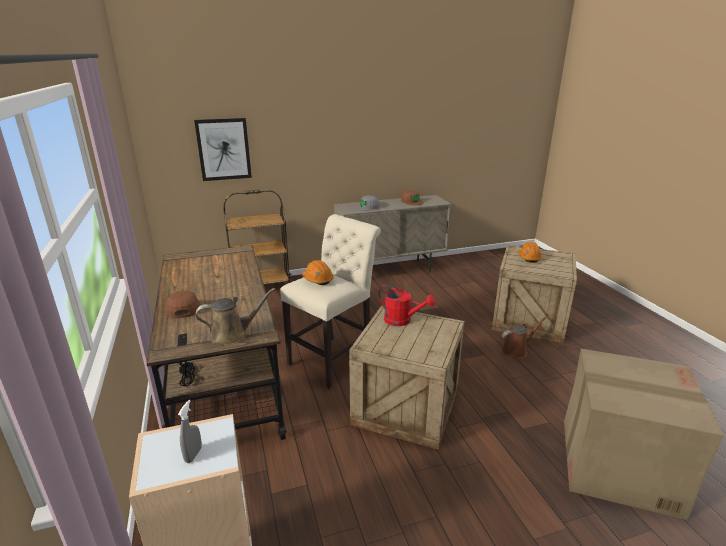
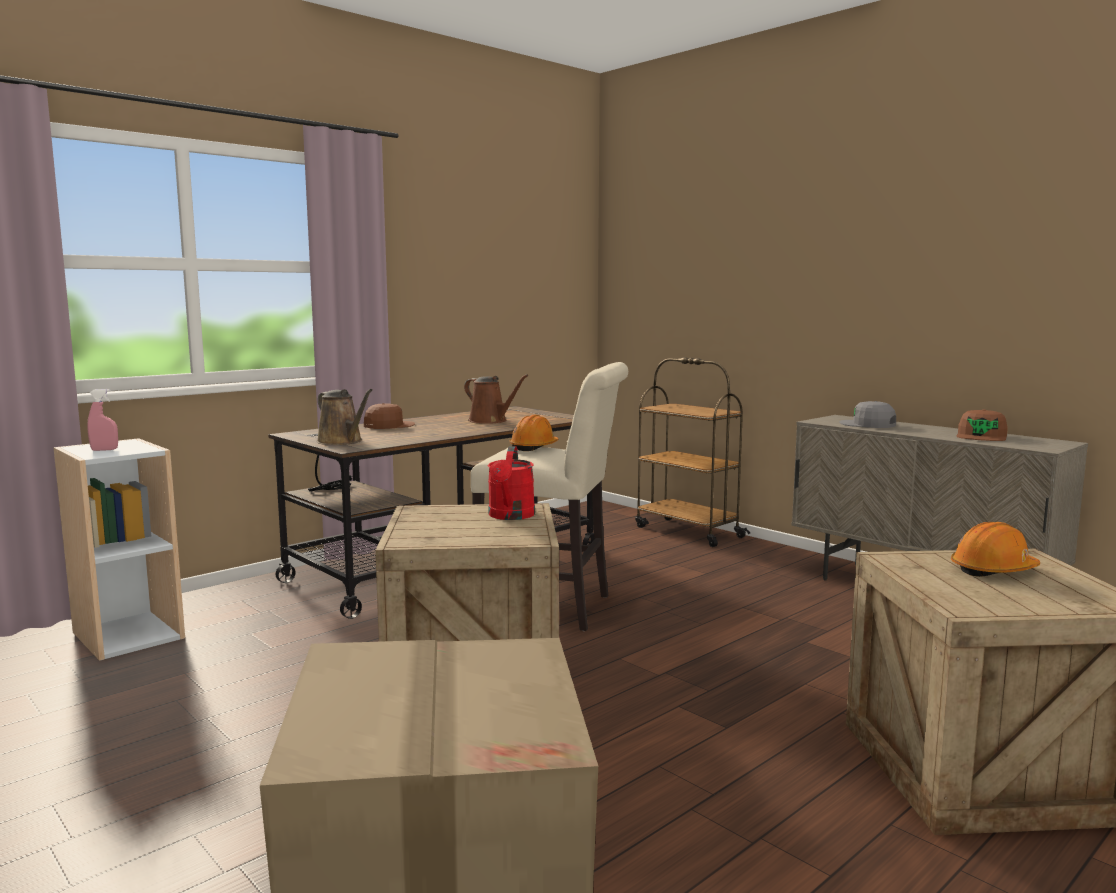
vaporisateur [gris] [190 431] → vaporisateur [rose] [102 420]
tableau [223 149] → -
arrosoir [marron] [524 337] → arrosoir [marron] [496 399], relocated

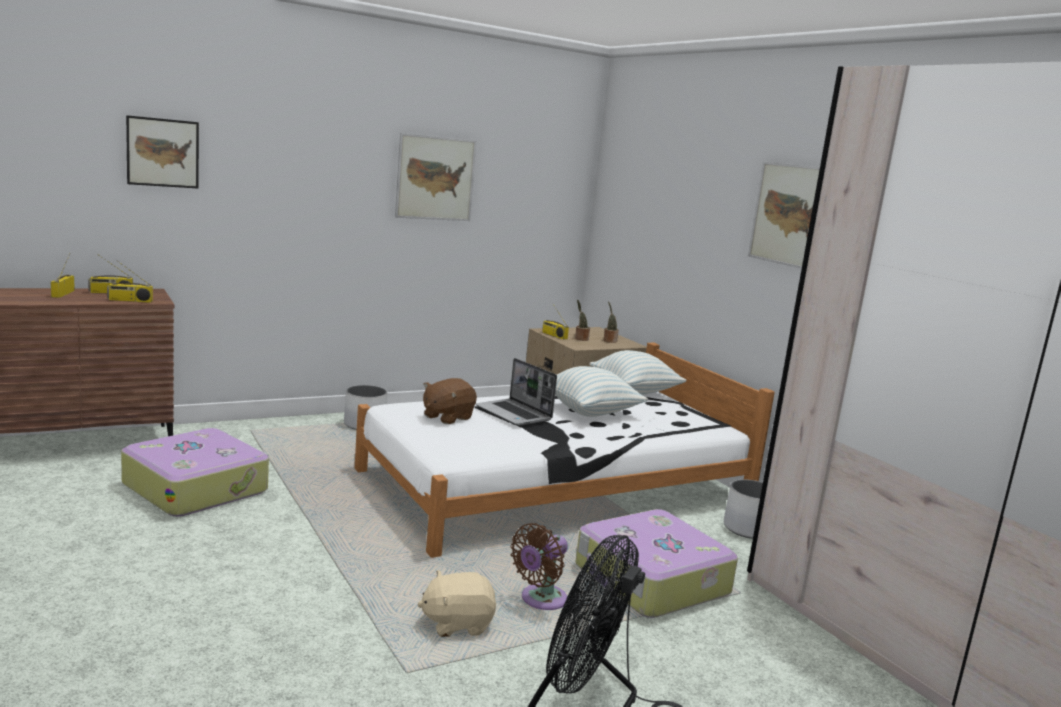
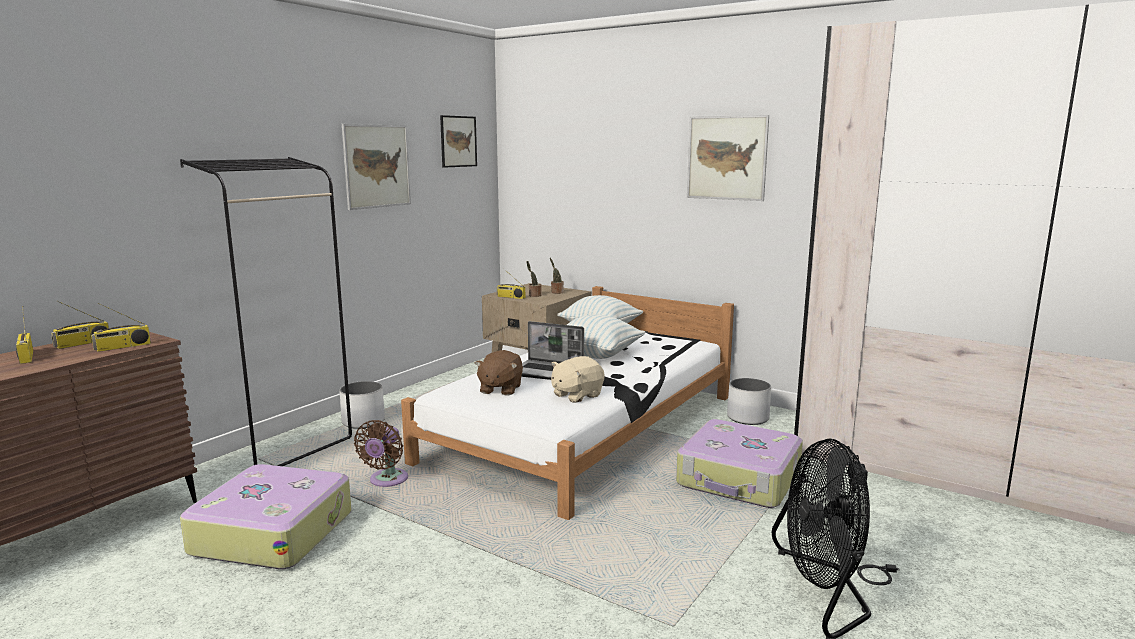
tableau [162 151] → tableau [458 141], relocated
peluche [beige] [457 603] → peluche [beige] [578 379], relocated
ventilateur [marron] [539 566] → ventilateur [marron] [381 453], relocated
- → portant [noir] [266 311]

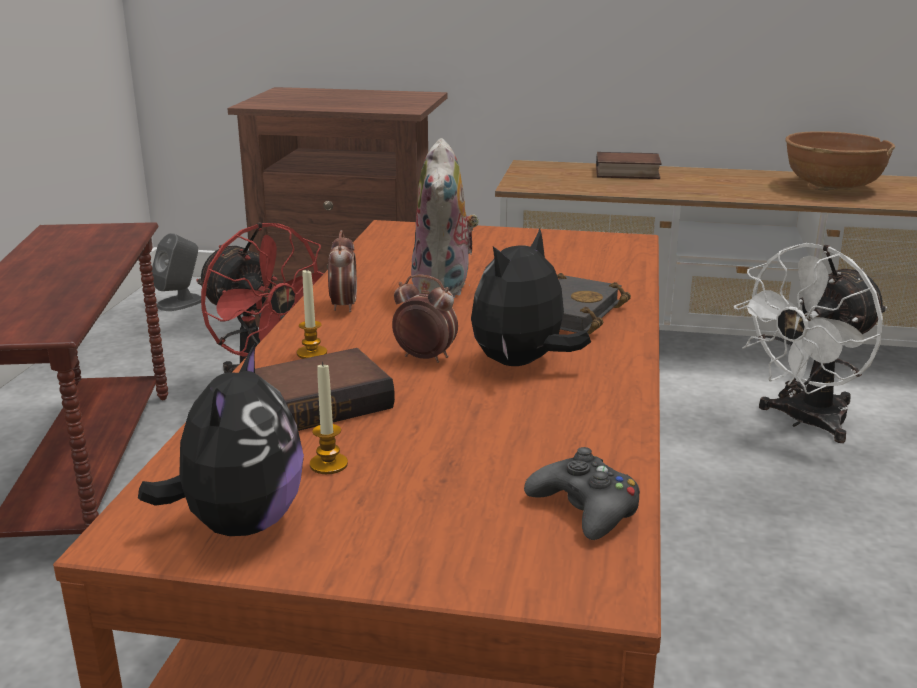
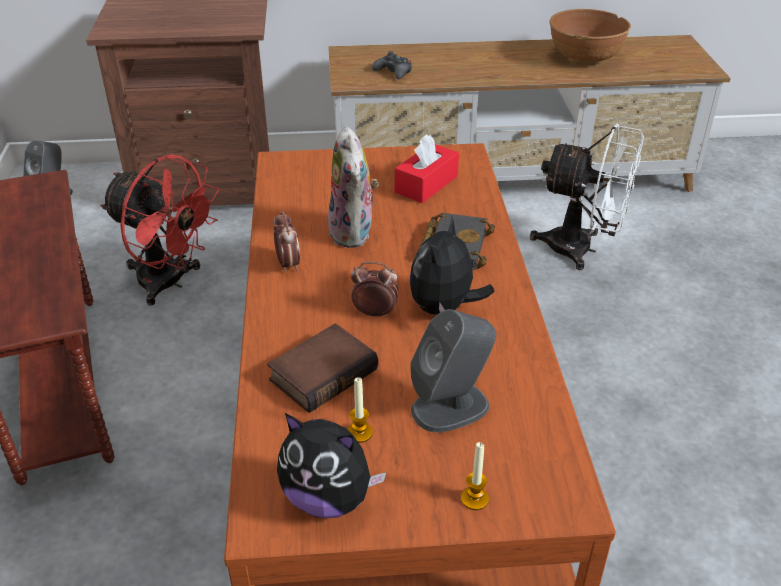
peluche [221 439] → peluche [331 465], 120 degrees clockwise
bougie [312 313] → bougie [475 476], relocated
manette [noir] [582 493] → manette [noir] [392 65], relocated
livre [629 165] → -
ventilateur [blanc] [810 343] → ventilateur [blanc] [587 196], 105 degrees counterclockwise
- → boîte à mouchoirs [rouge] [427 168]
- → enceinte [gris] [453 370]

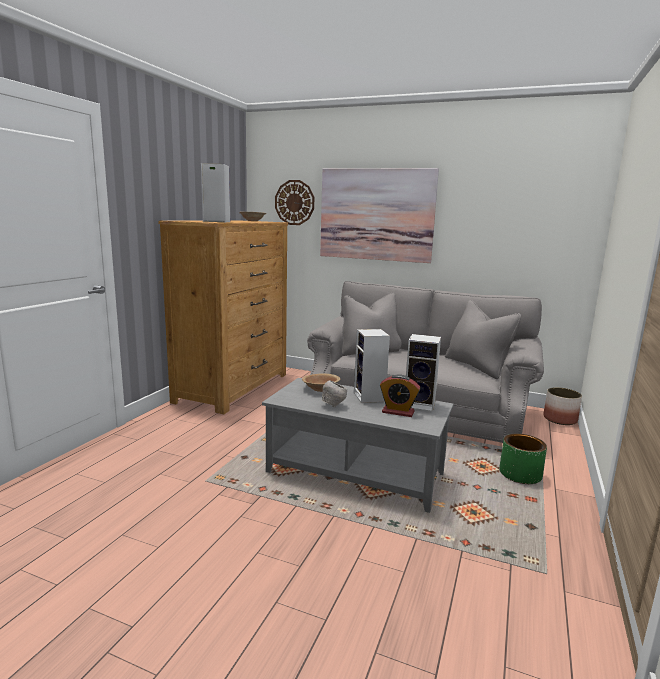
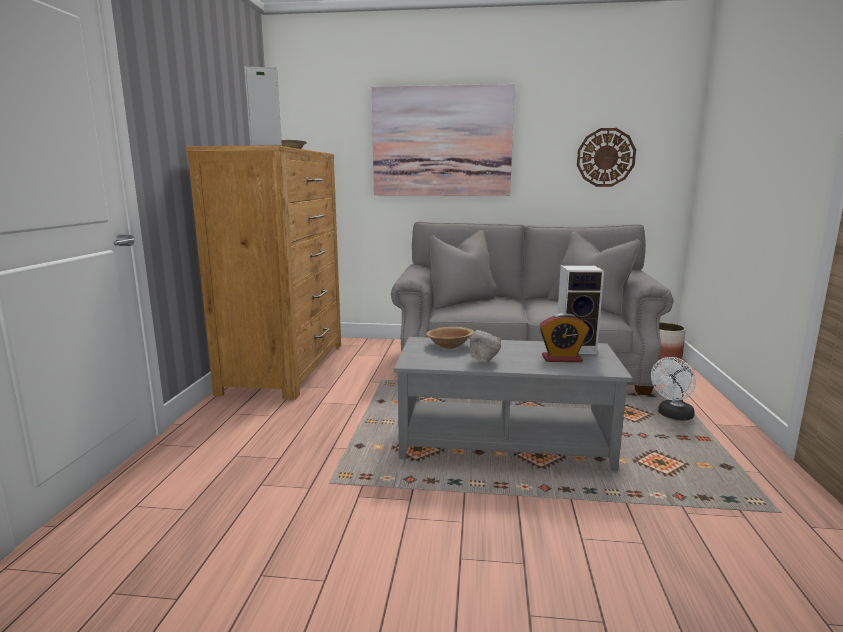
horloge murale [294 202] → horloge murale [606 157], relocated
enceinte [372 366] → -
cache-pot [vert] [523 459] → ventilateur [blanc] [673 388]

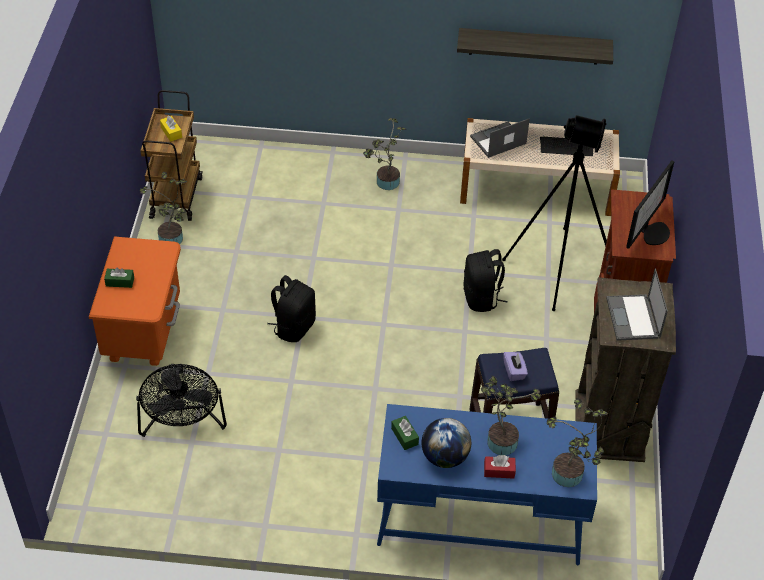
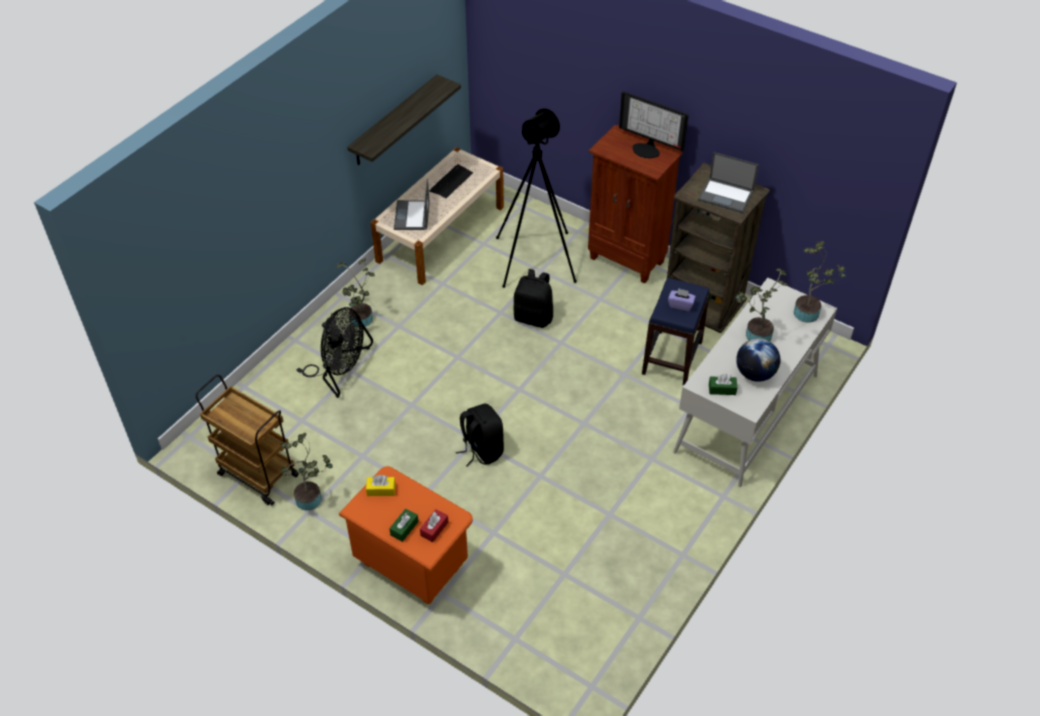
ventilateur [noir] [181 400] → ventilateur [noir] [335 352], relocated
boîte à mouchoirs [jaune] [171 129] → boîte à mouchoirs [jaune] [380 485], relocated
bureau [bleu] [487 484] → bureau [blanc] [755 382]
boîte à mouchoirs [rouge] [500 467] → boîte à mouchoirs [rouge] [434 525], relocated
écran d'ordinateur [650 205] → écran d'ordinateur [654 124], 150 degrees clockwise

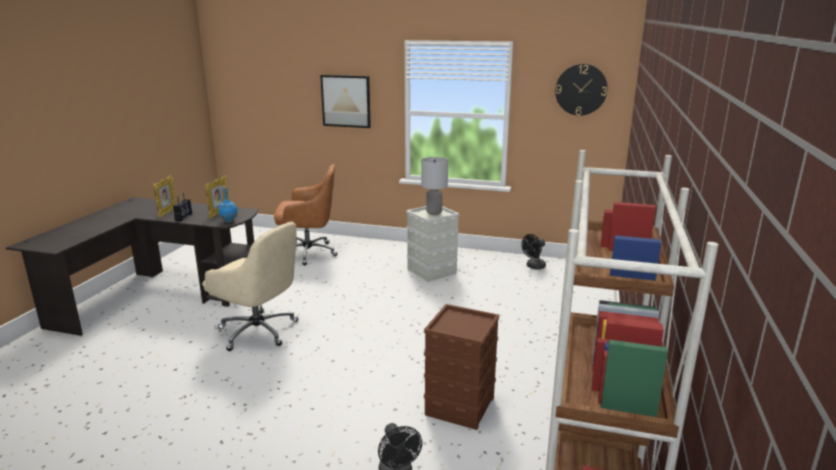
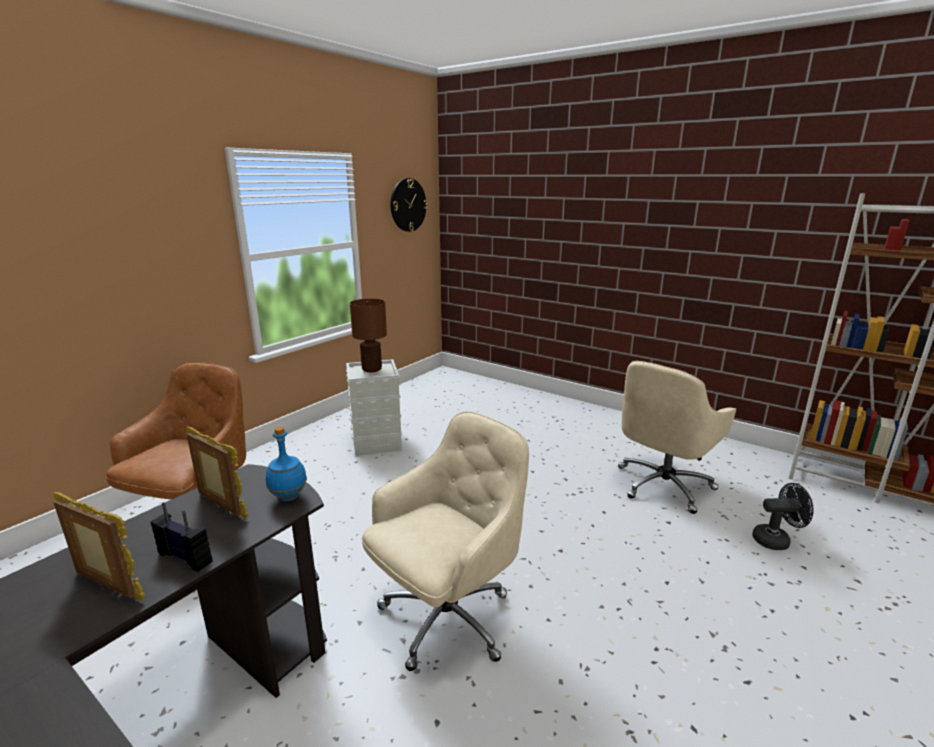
tableau [345 101] → -
lampe de table [gris] [434 186] → lampe de table [marron] [368 336]
boîte de rangement [marron] [462 367] → chaise de bureau [beige] [677 437]
ventilateur [noir] [533 252] → -

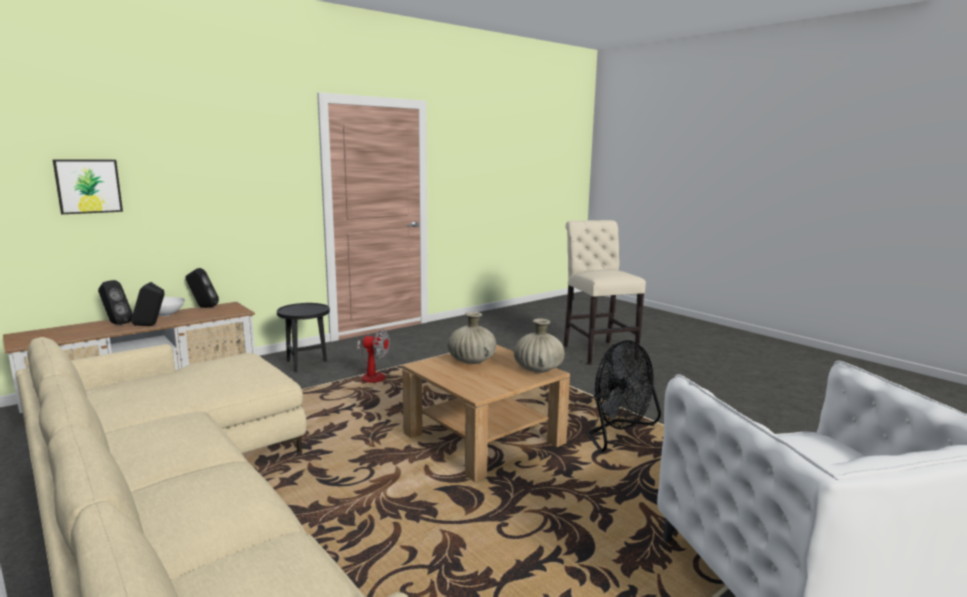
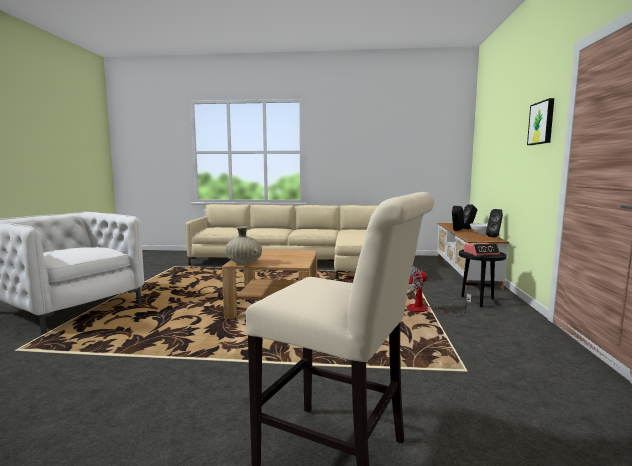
tableau [88 187] → tableau [540 121], relocated
vase [beige] [471 338] → -
ventilateur [noir] [614 397] → -
- → réveil [482 249]

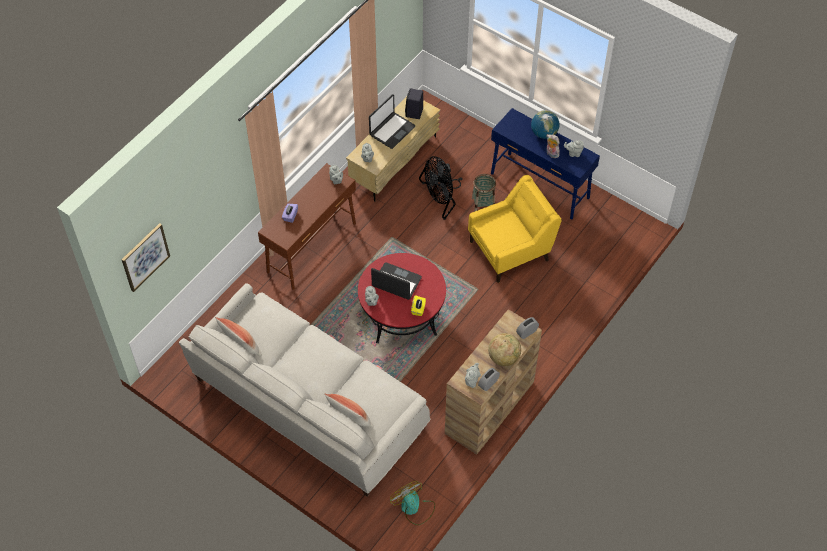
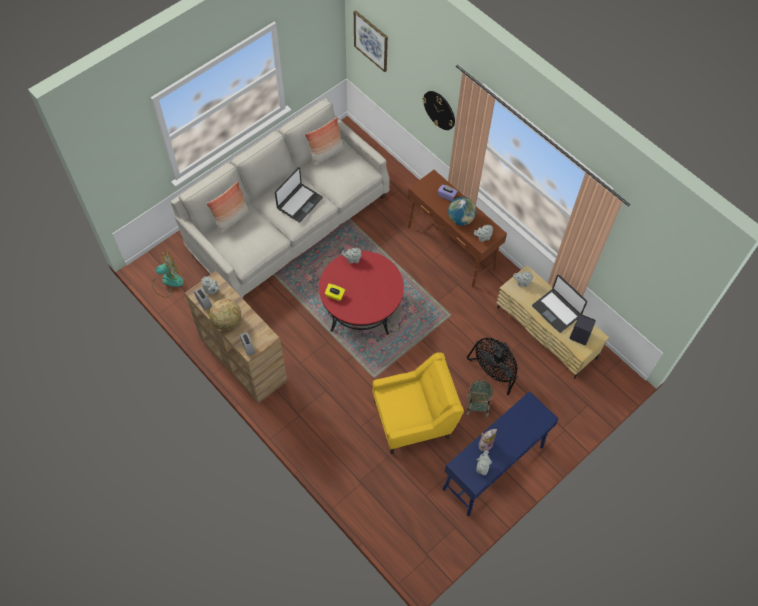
ordinateur portable [396 281] → ordinateur portable [299 195], relocated
ventilateur [noir] [440 188] → ventilateur [noir] [492 366], 120 degrees counterclockwise
fauteuil [jaune] [515 229] → fauteuil [jaune] [418 403], 90 degrees counterclockwise
globe [545 124] → globe [462 211], relocated
- → horloge murale [439 110]

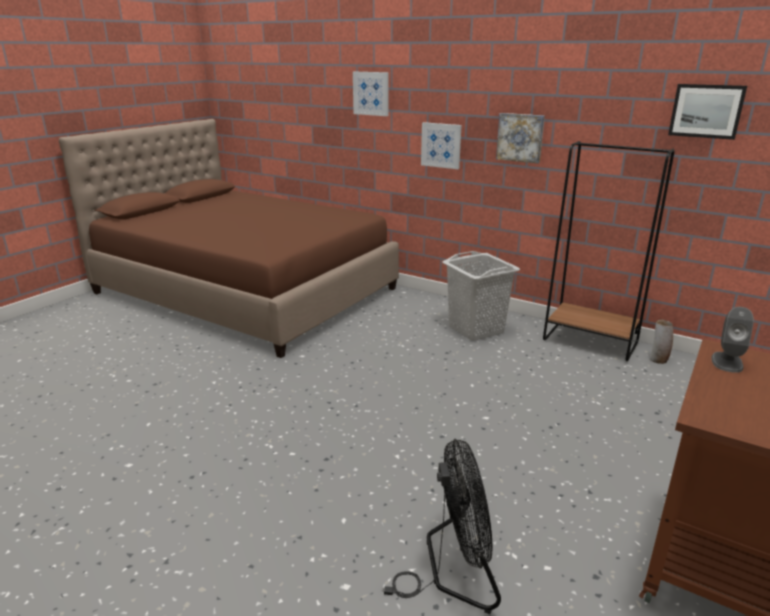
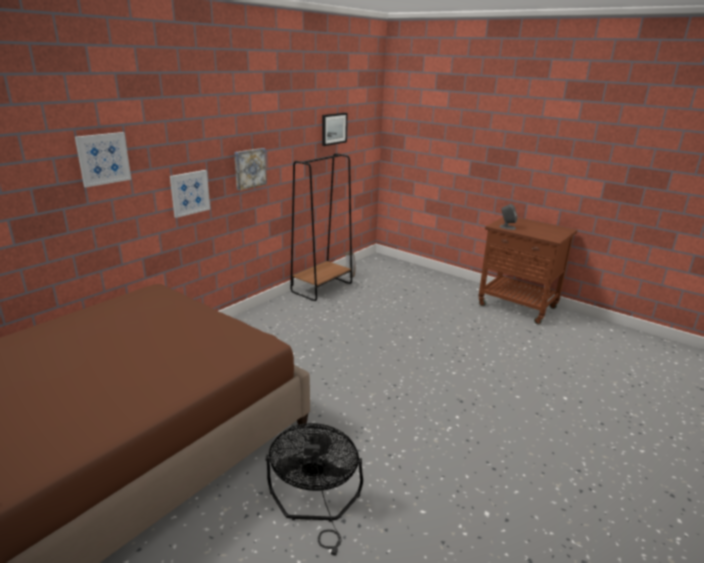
ventilateur [noir] [441 527] → ventilateur [noir] [314 489], relocated
panier à linge [gris] [481 296] → -

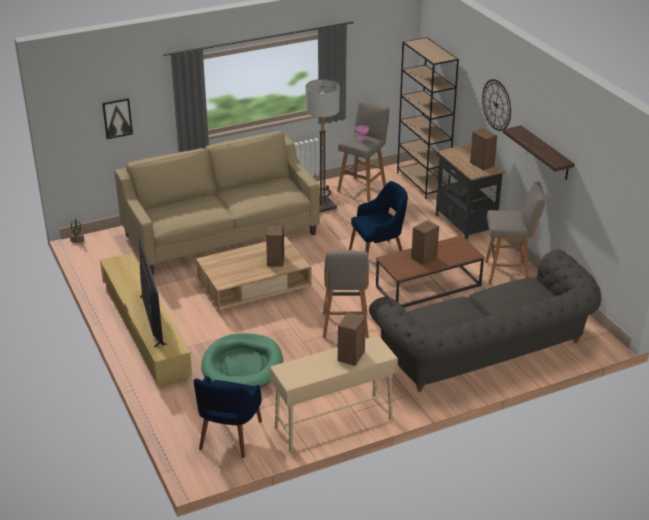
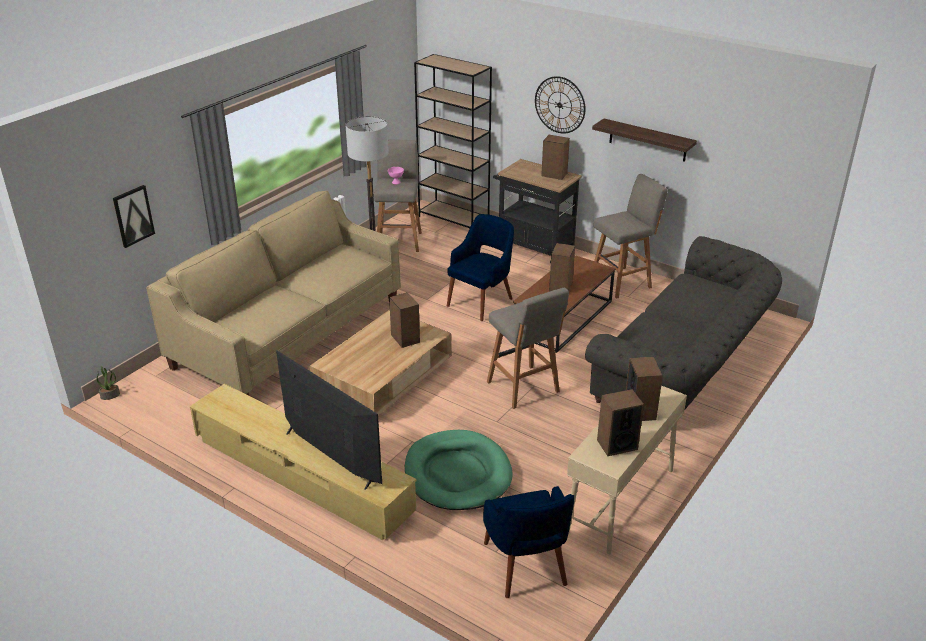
- → enceinte [620 422]

